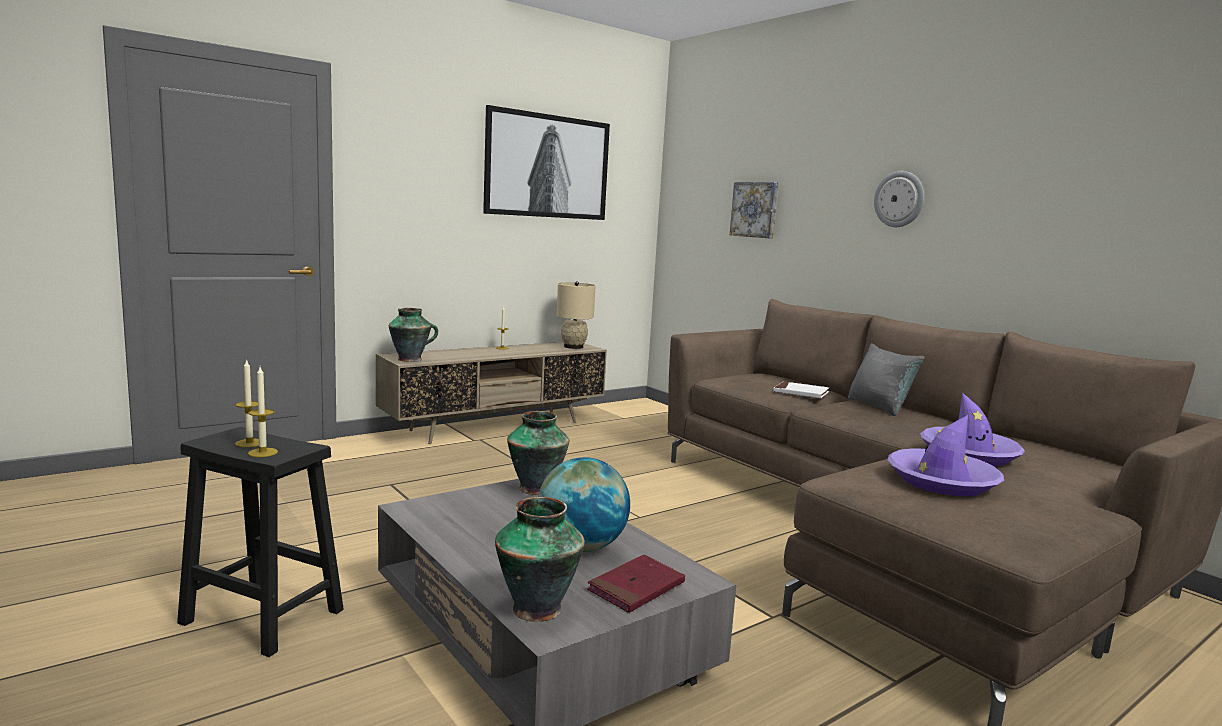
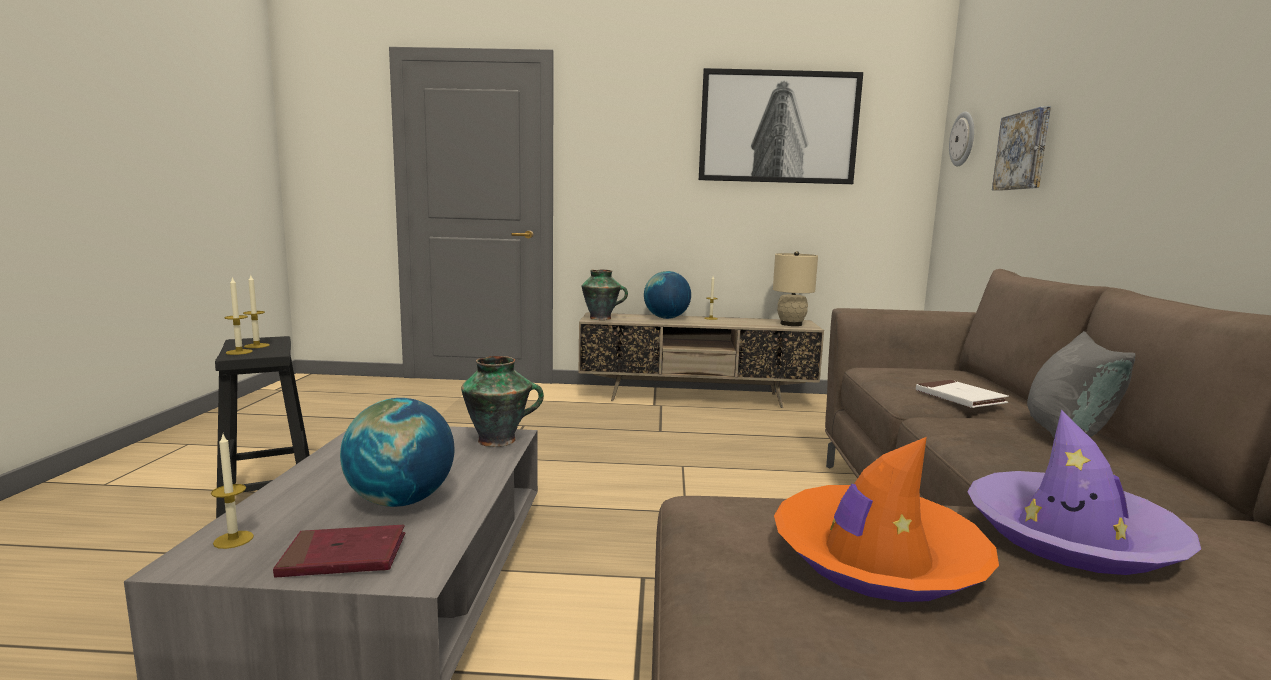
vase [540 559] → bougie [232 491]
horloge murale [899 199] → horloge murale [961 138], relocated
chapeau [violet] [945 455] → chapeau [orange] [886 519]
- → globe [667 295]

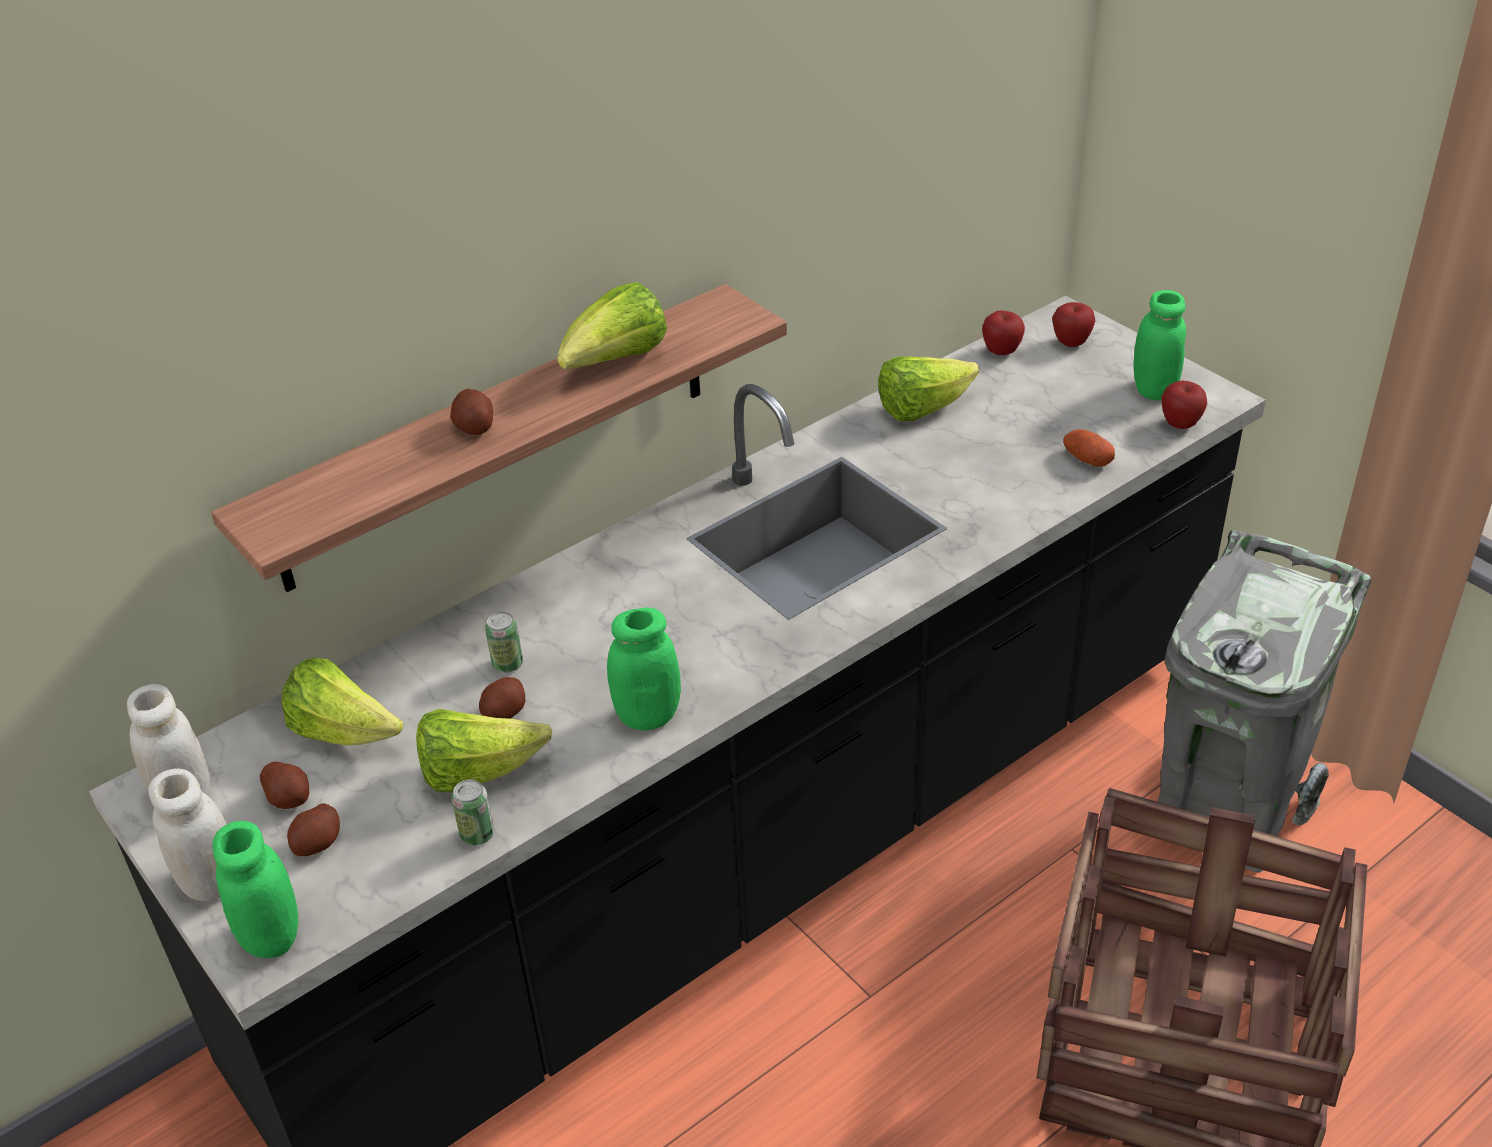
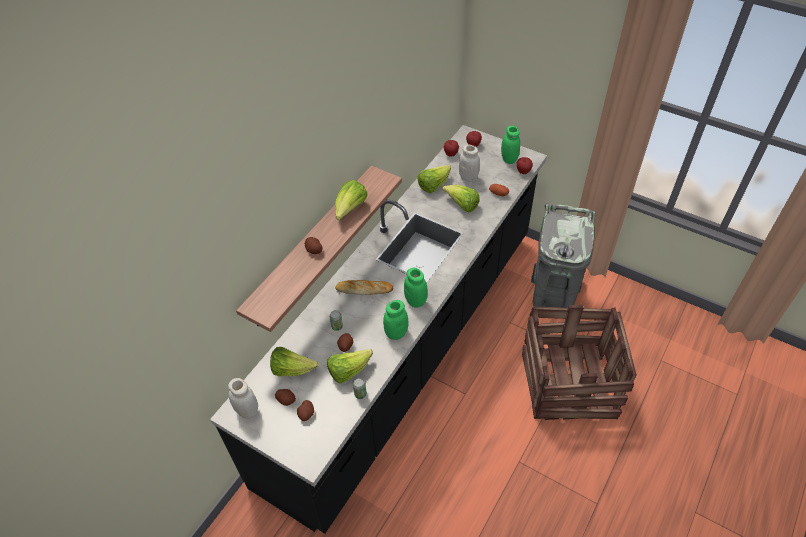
bocal [blanc] [187 834] → bocal [blanc] [469 163], relocated
bocal [vert] [255 889] → bocal [vert] [415 288], relocated
- → pain [364 287]
- → laitue [460 198]

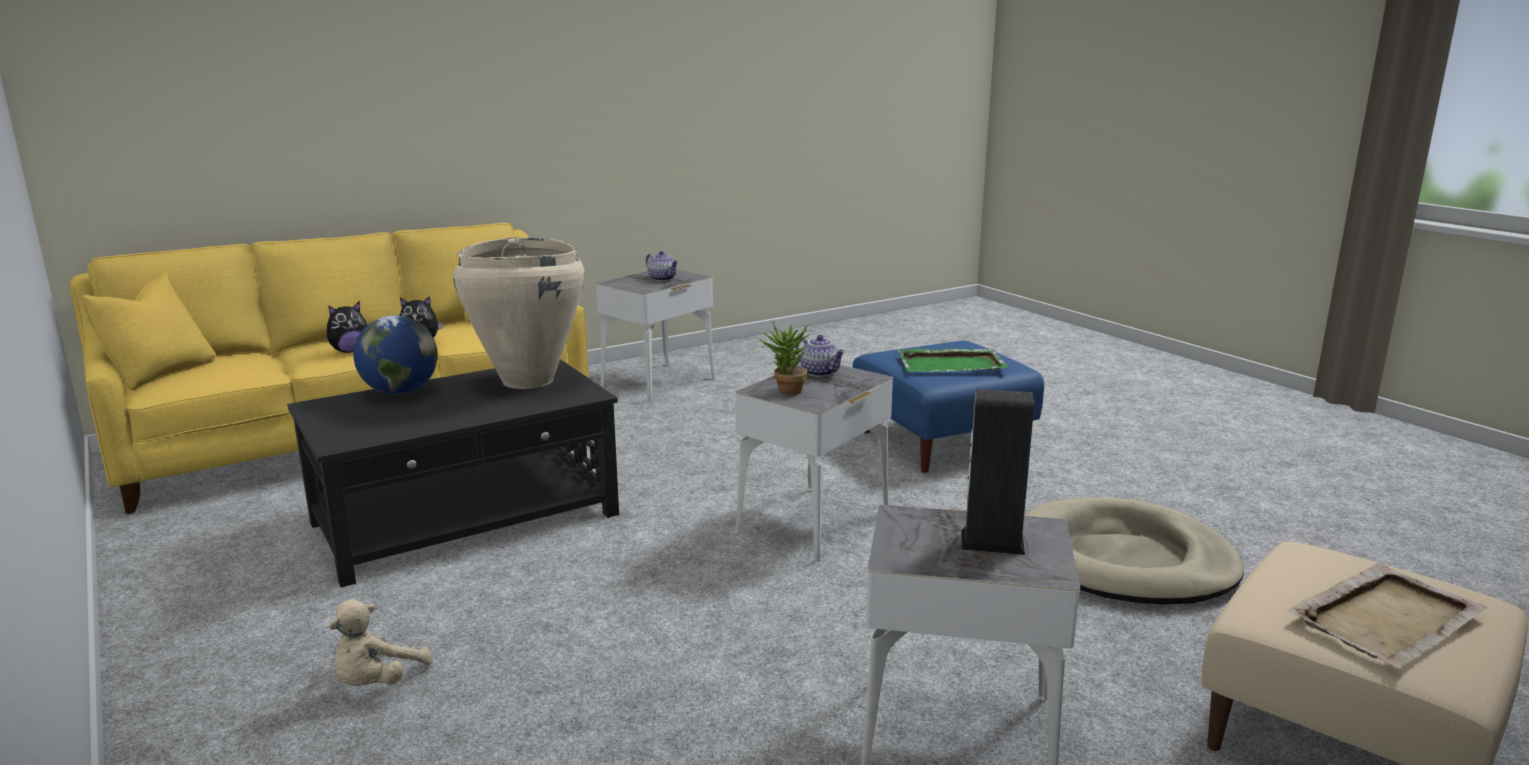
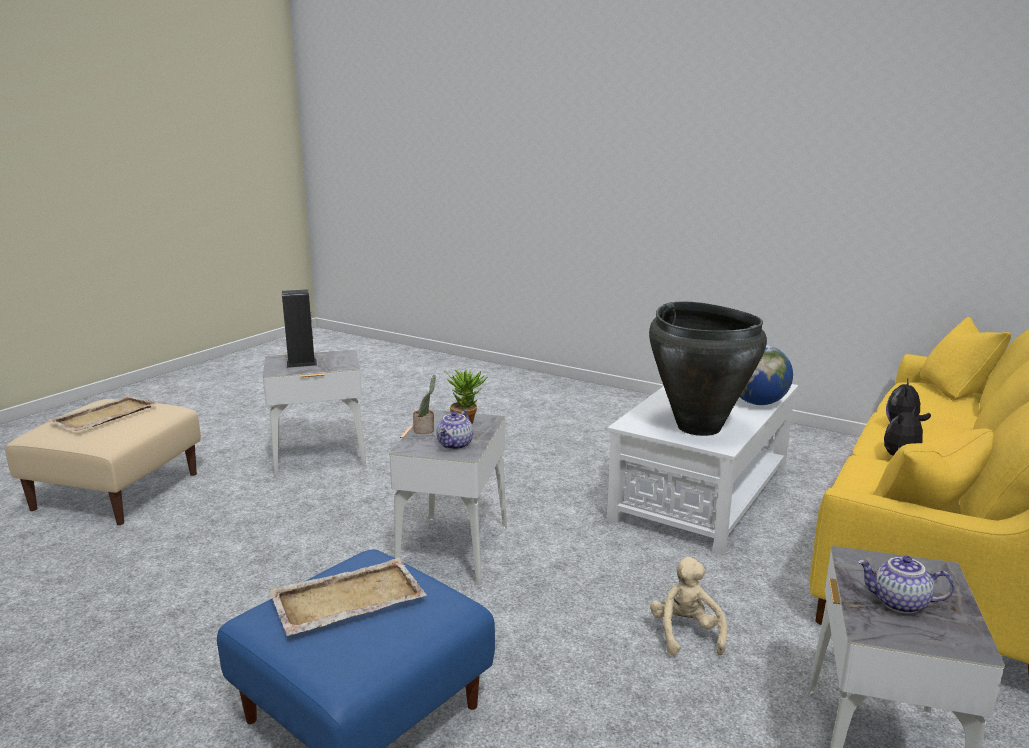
table basse [noir] [453 473] → table basse [blanc] [702 470]
peluche [beige] [381 642] → peluche [beige] [688 606], relocated
vase [beige] [519 313] → vase [noir] [708 368]
théière [820 356] → théière [455 430], 90 degrees counterclockwise
plateau [vert] [953 360] → plateau [beige] [347 596]
panier pour chien [beige] [1134 551] → -
- → plante en pot [424 404]

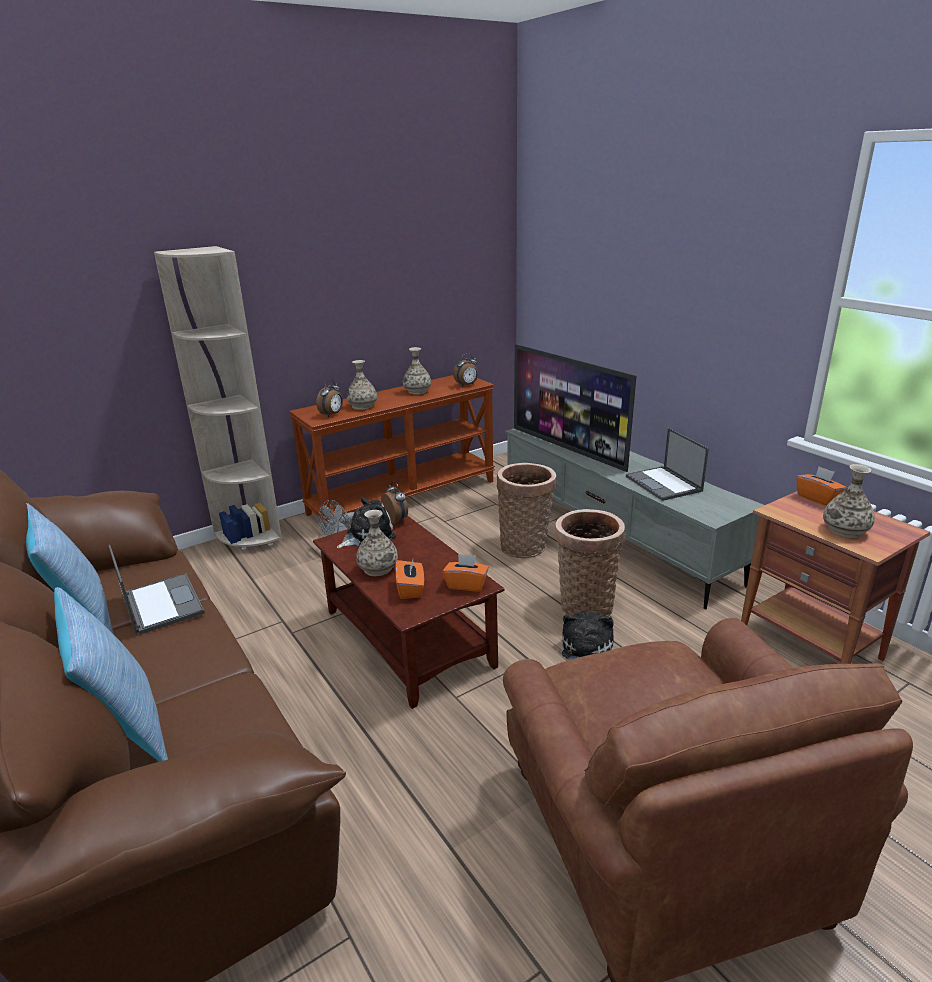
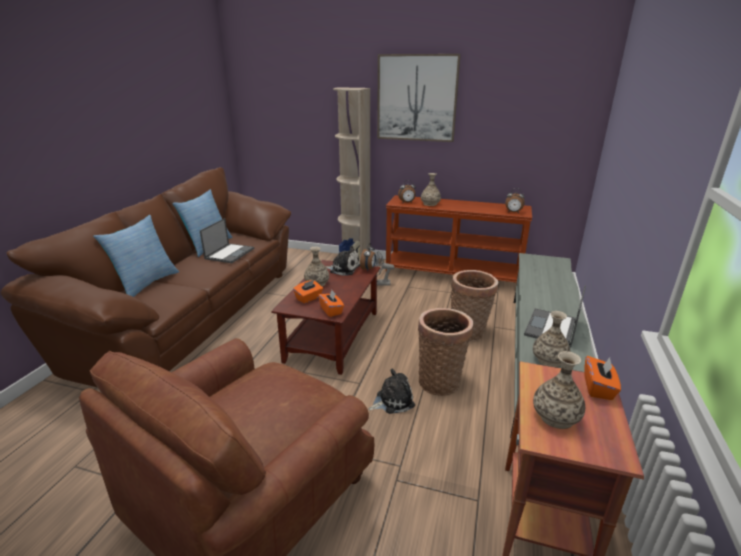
vase [417 371] → vase [551 339], relocated
téléviseur [575 408] → -
- → tableau [419 98]

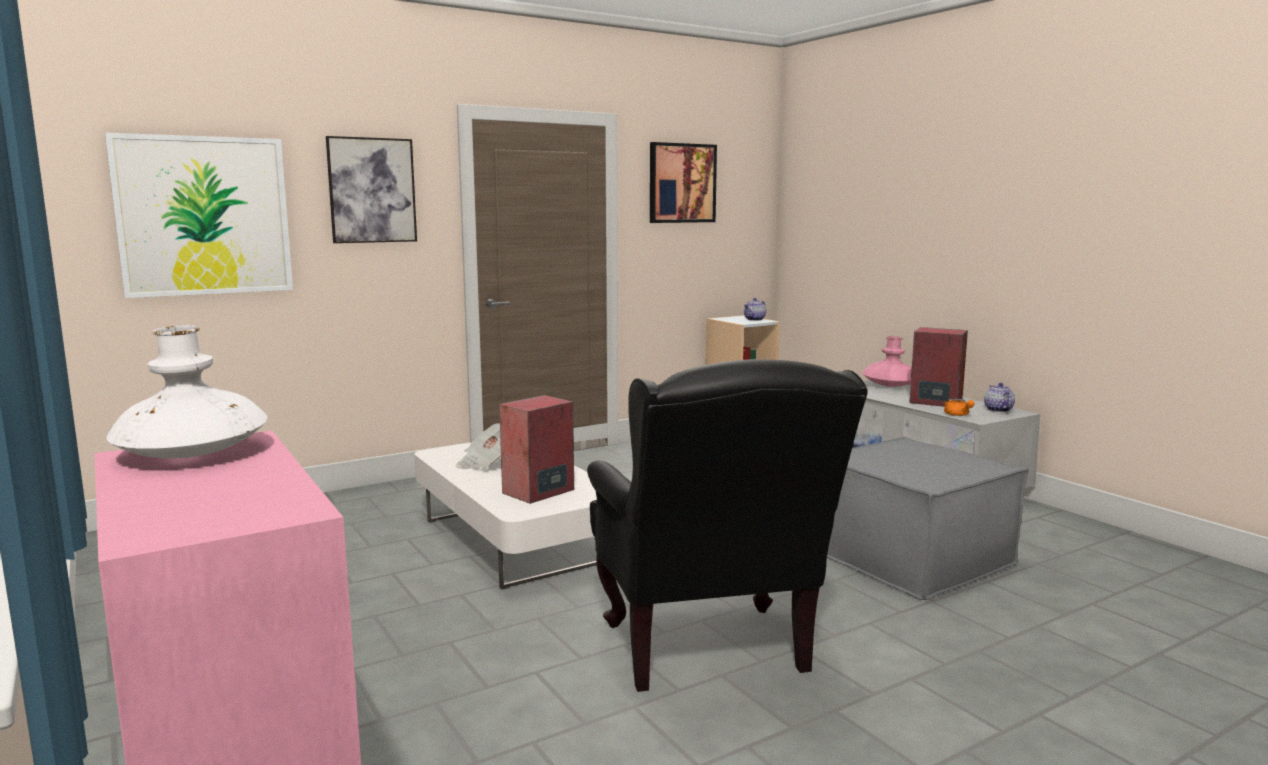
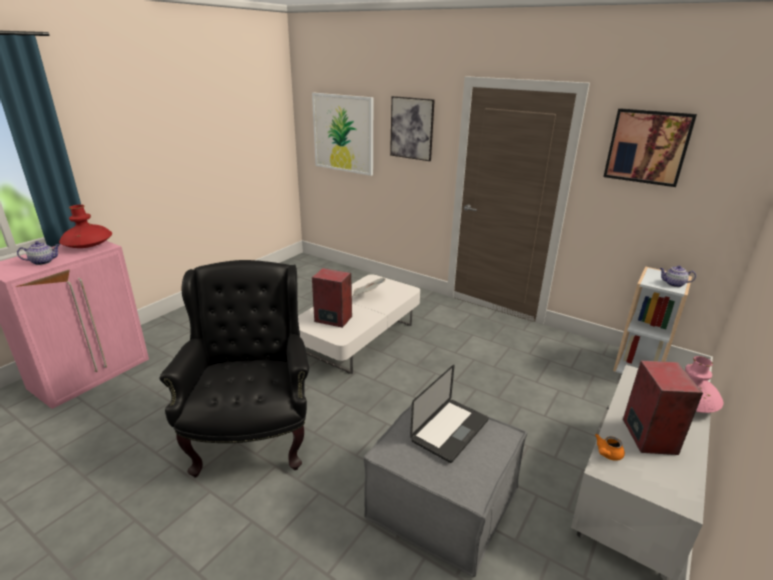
vase [blanc] [187 391] → vase [rouge] [85 226]
fauteuil [noir] [727 525] → fauteuil [noir] [234 368], 120 degrees clockwise
théière [999 397] → théière [38 253], relocated
- → ordinateur portable [449 414]

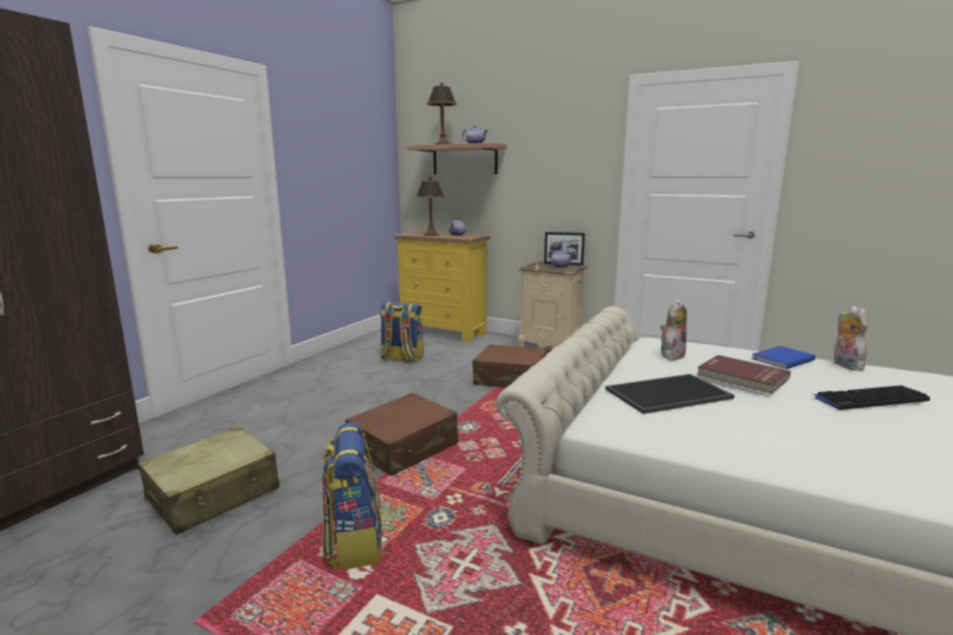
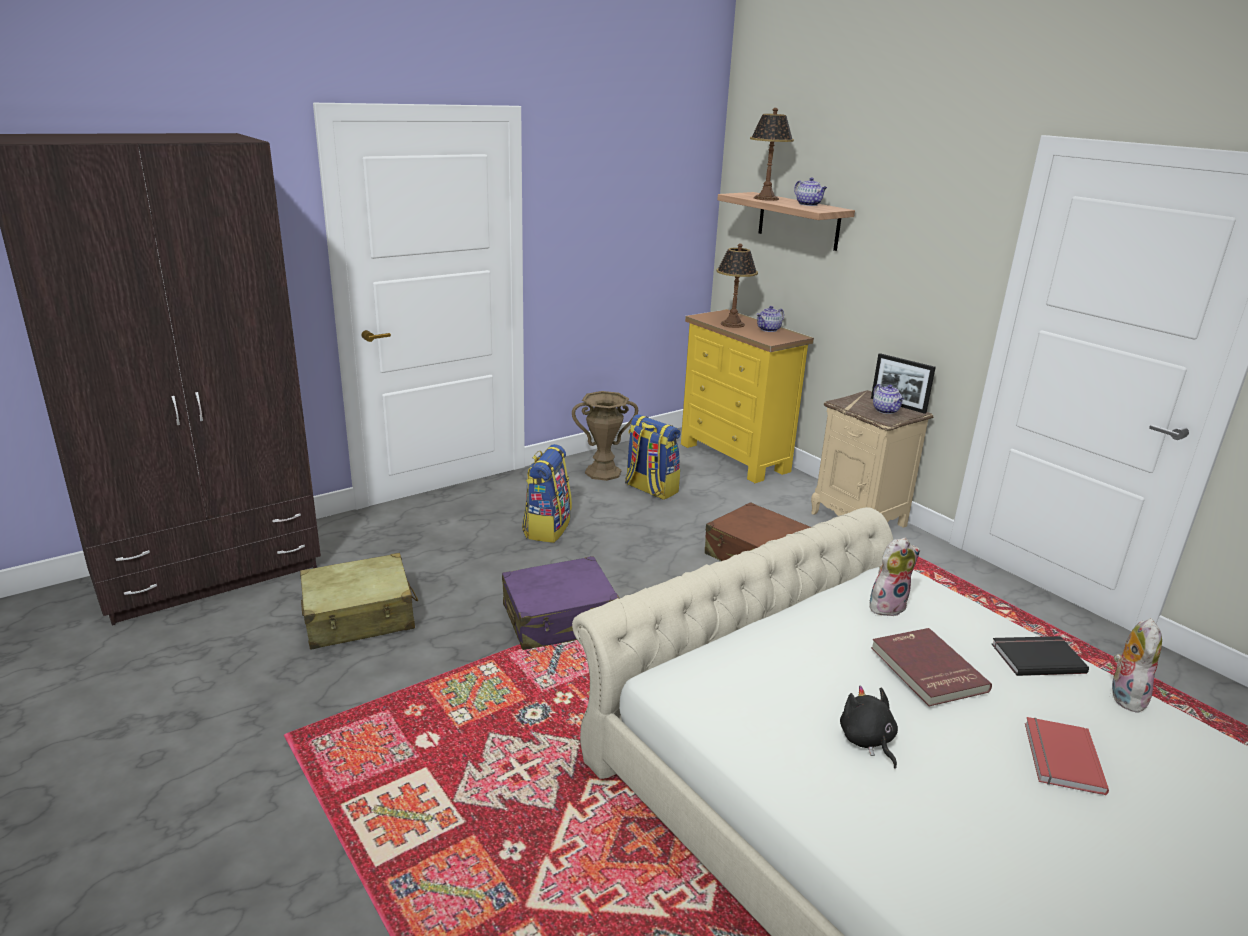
sac à dos [352 496] → sac à dos [547 493], relocated
valise [marron] [401 434] → valise [violet] [561 603]
plateau [669 394] → -
livre [bleu] [783 357] → livre [noir] [1040 656]
clavier [871 397] → livre [rouge] [1067 756]
- → vase [marron] [605 436]
- → peluche [noir] [869 727]

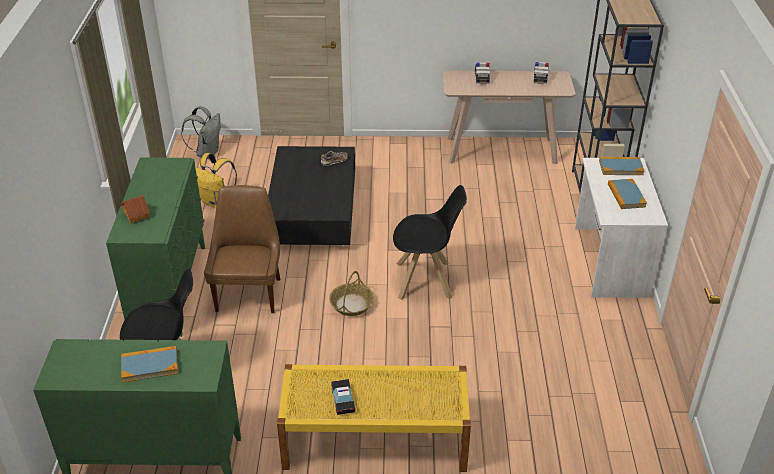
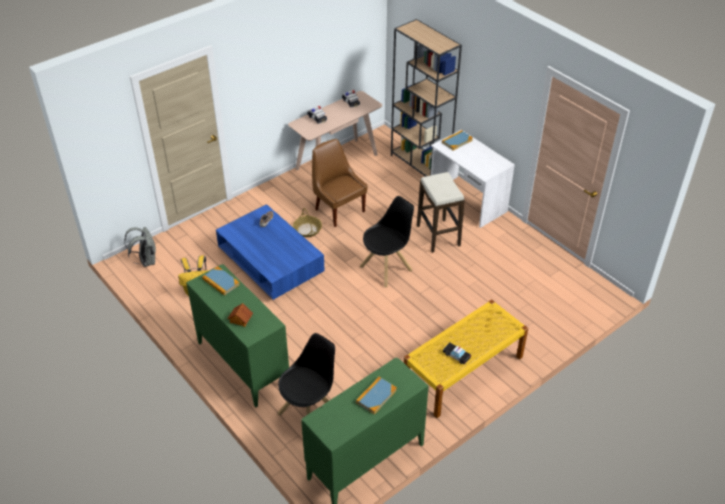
chaise [marron] [242 249] → chaise [marron] [340 183], relocated
table basse [noir] [311 195] → table basse [bleu] [270 252]
panier [351 293] → panier [307 222], relocated
livre [627 194] → livre [221 281], relocated
- → tabouret [441 212]

